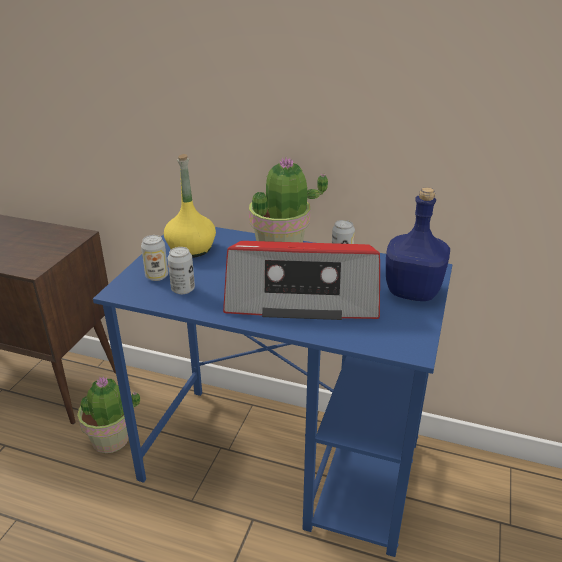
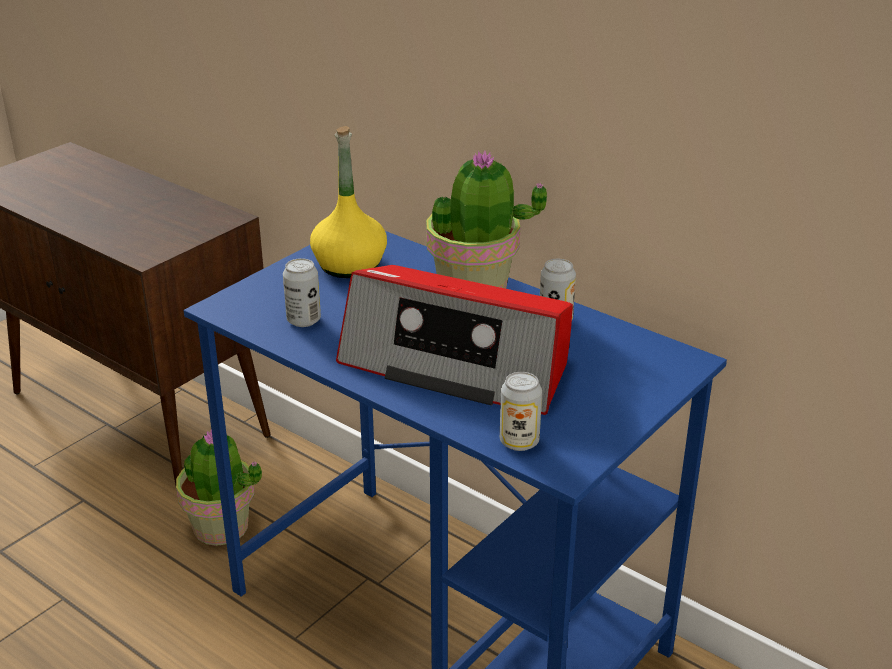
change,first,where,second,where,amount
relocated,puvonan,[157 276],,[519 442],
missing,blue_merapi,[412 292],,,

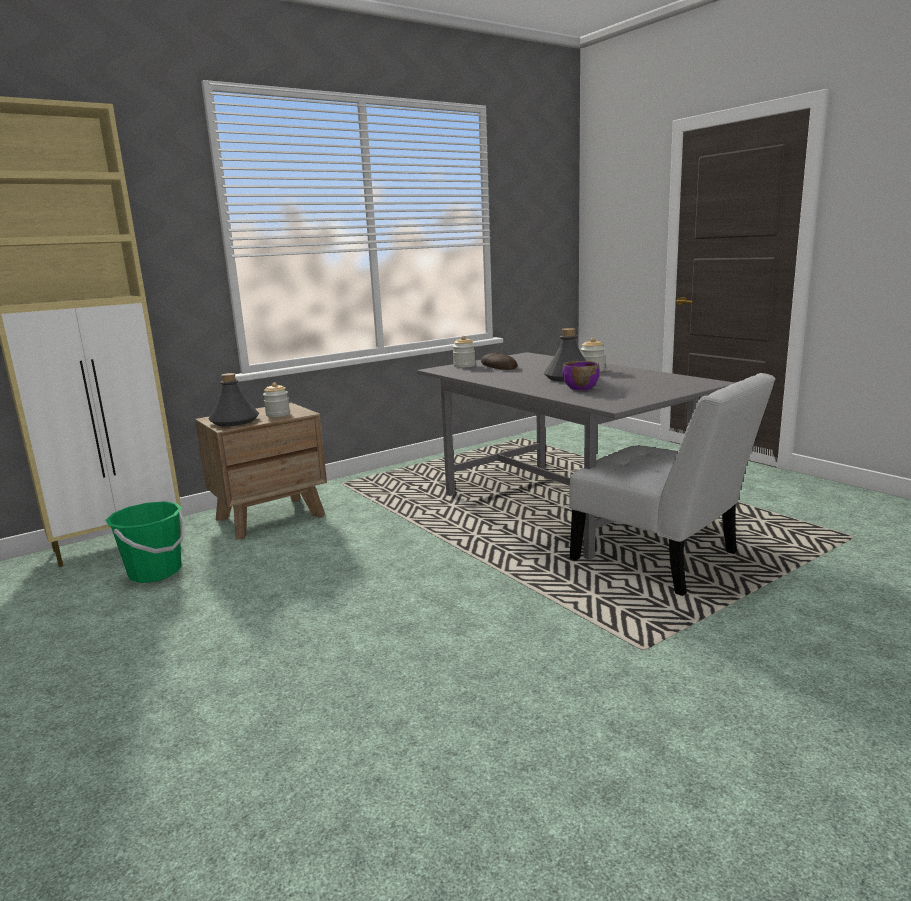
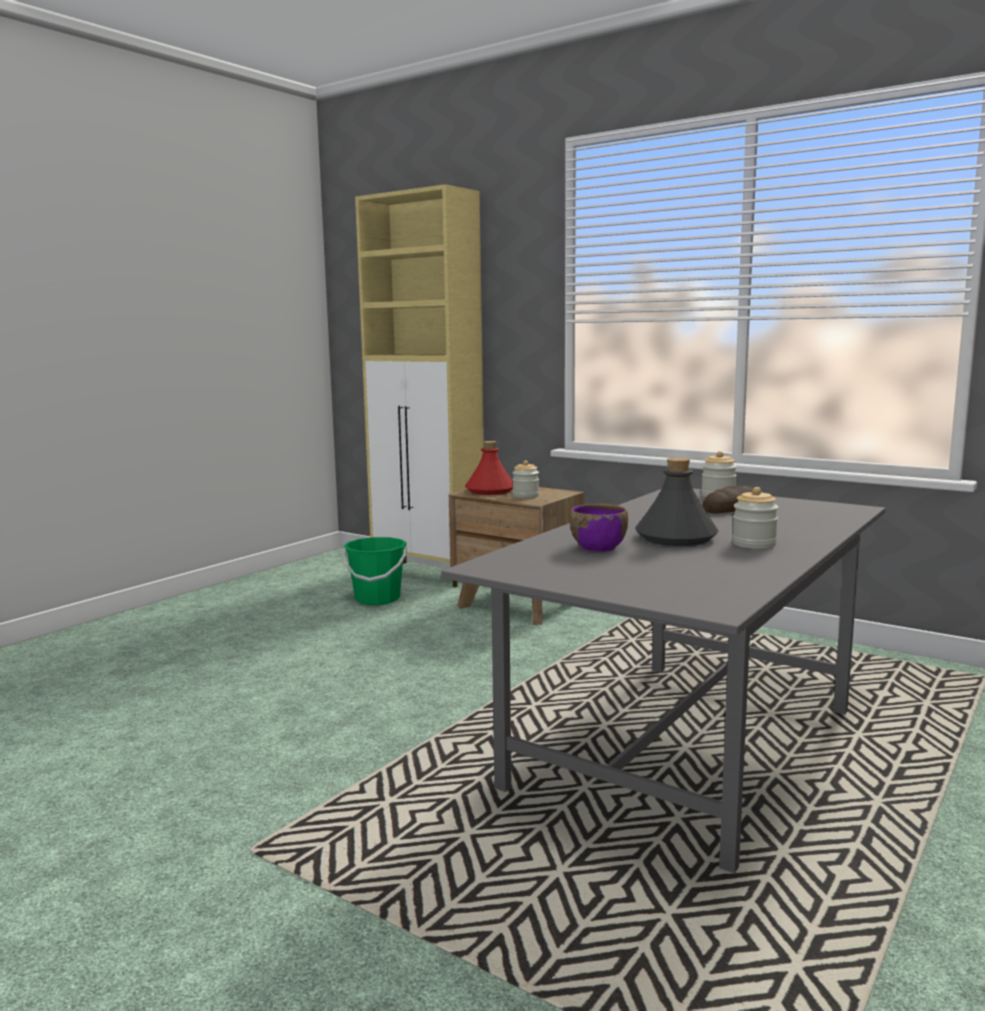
change,first,where,second,where,amount
colour,grey_merapi,[234 421],red_merapi,[490 491],
missing,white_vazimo,[662 559],,,

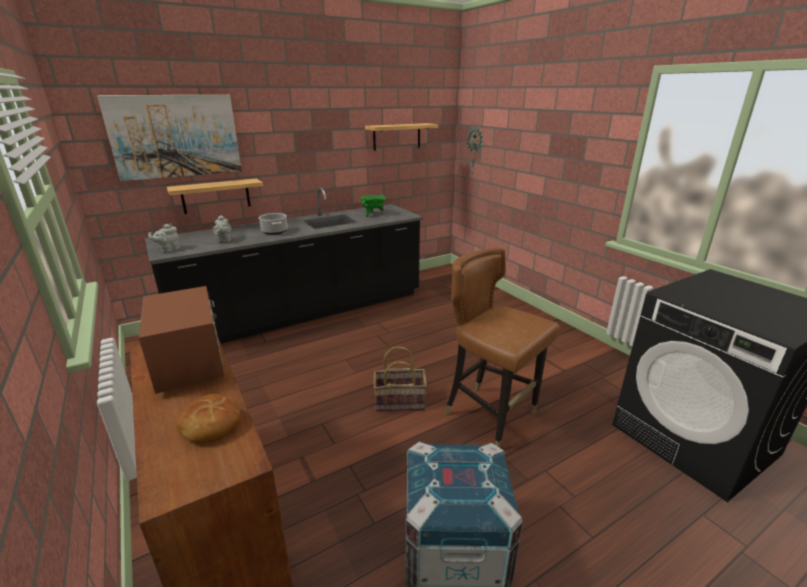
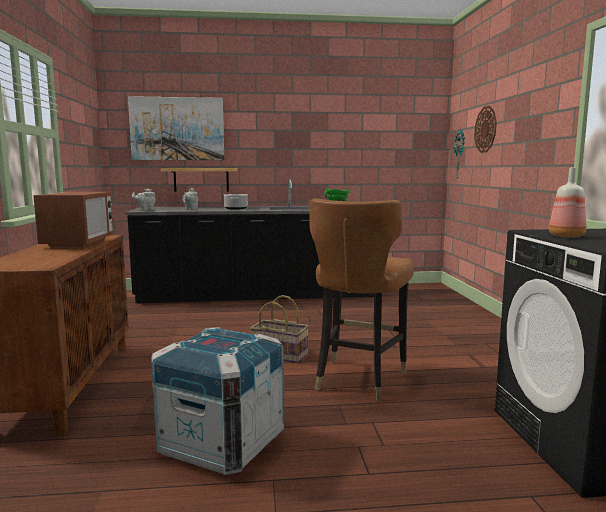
change,first,where,second,where,amount
spun,brown_vazimo,[490 416],,[358 379],135 degrees counterclockwise
appeared,,,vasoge,[485 129],
appeared,,,merapi,[565 236],
missing,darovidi,[210 426],,,
missing,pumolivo,[397 136],,,

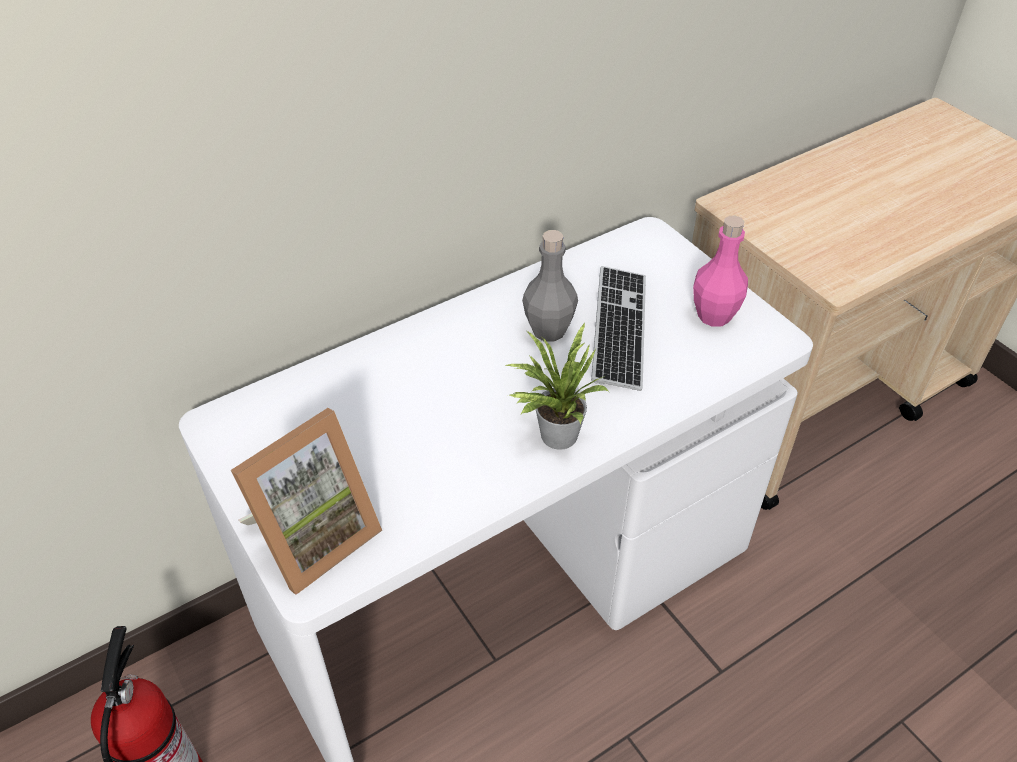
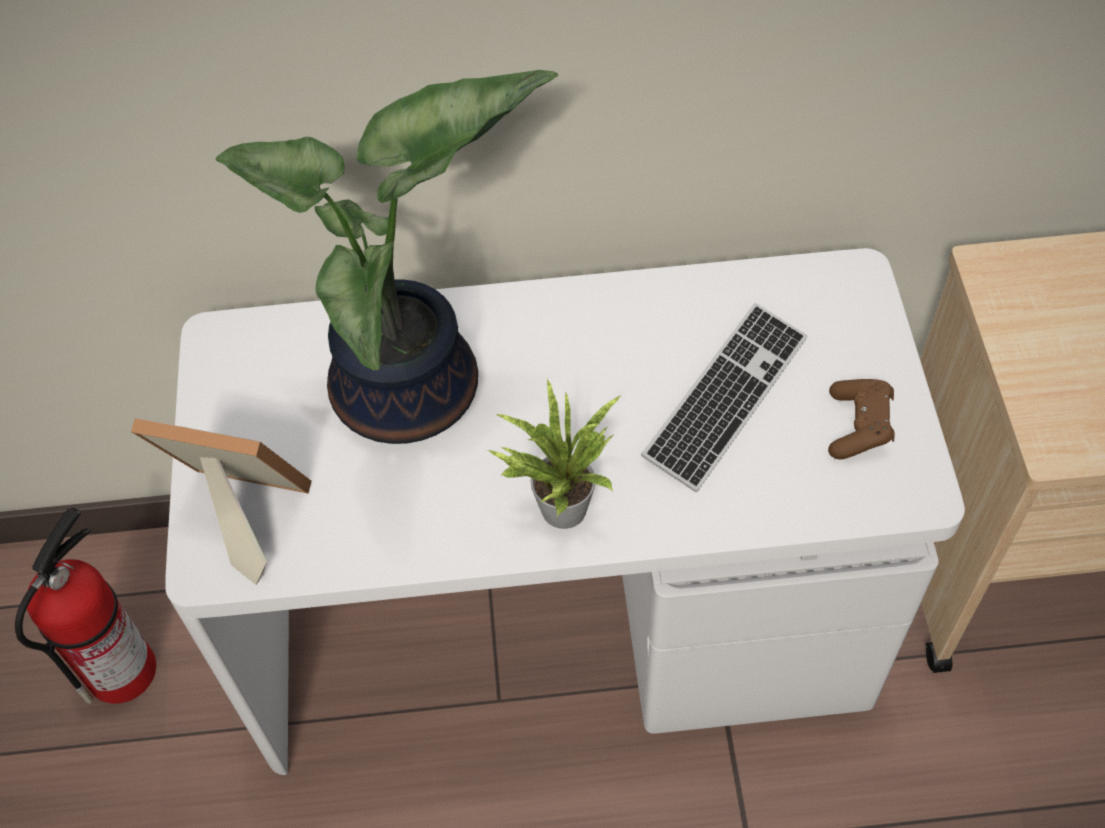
change,first,where,second,where,amount
spun,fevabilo,[313 537],,[239 515],150 degrees counterclockwise
appeared,,,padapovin,[414 395],
exchanged,pink_merapi,[714 315],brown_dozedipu,[859 427],
missing,grey_merapi,[548 330],,,

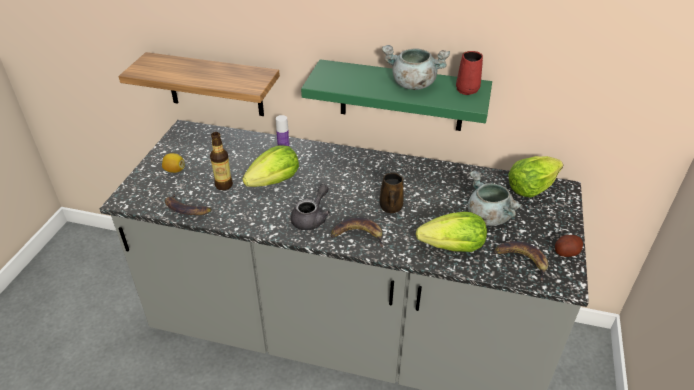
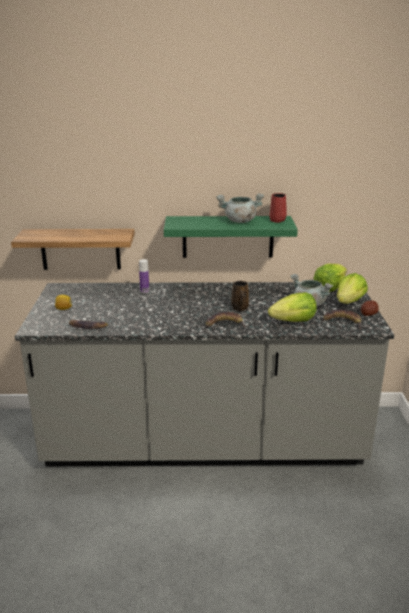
change,first,where,second,where,amount
relocated,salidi,[274 182],,[349 302],
missing,merapi,[224 185],,,
missing,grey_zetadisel,[311 218],,,

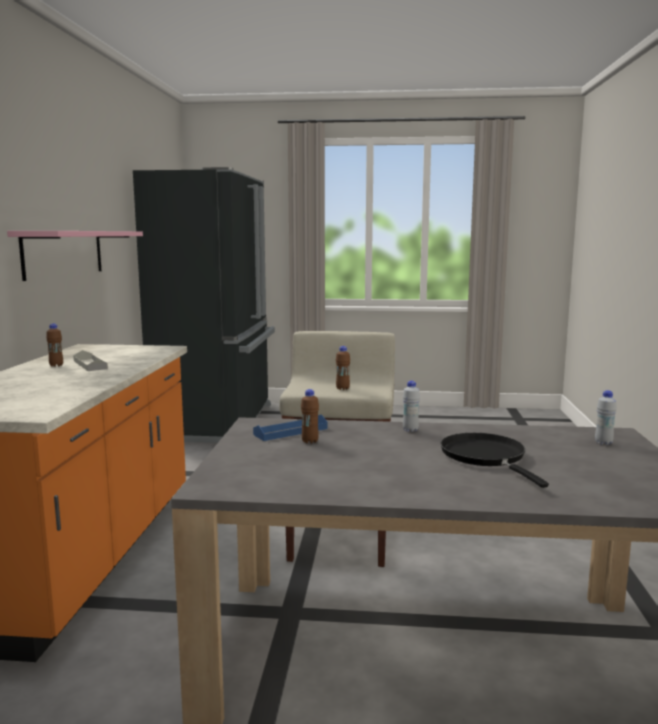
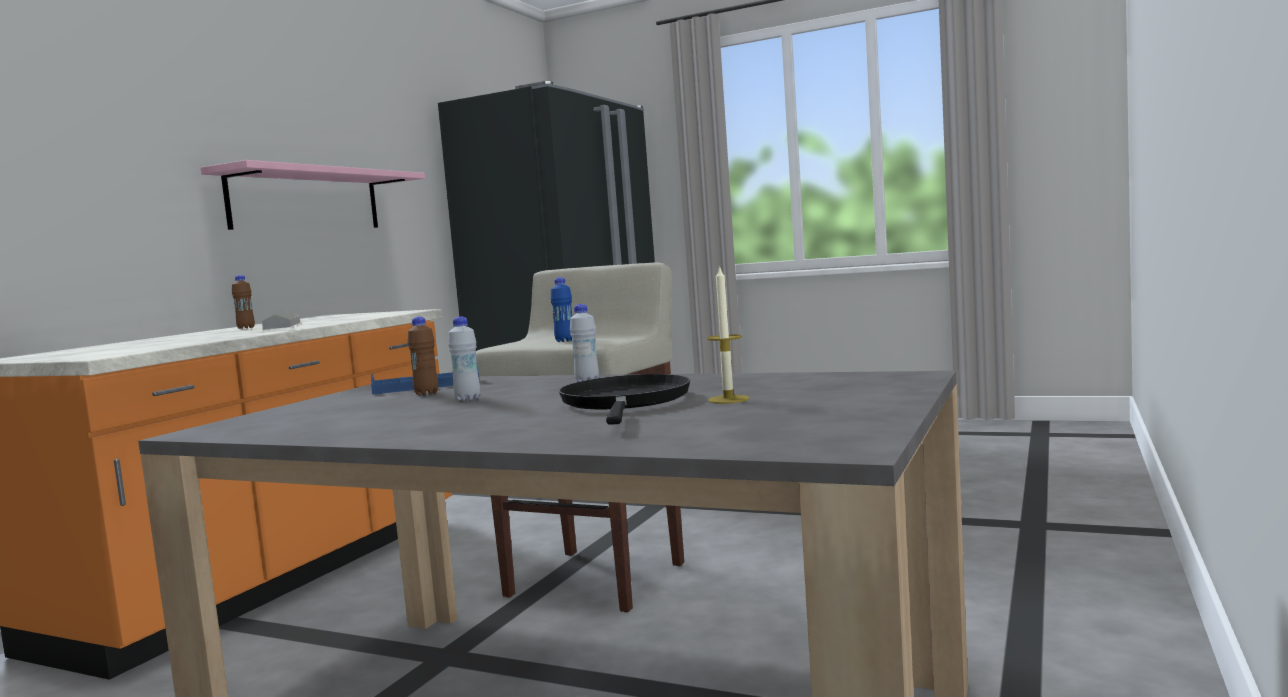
change,first,where,second,where,amount
relocated,white_merapi,[603 443],,[467 399],
colour,brown_merapi,[342 389],blue_merapi,[565 341],
appeared,,,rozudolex,[728 399],

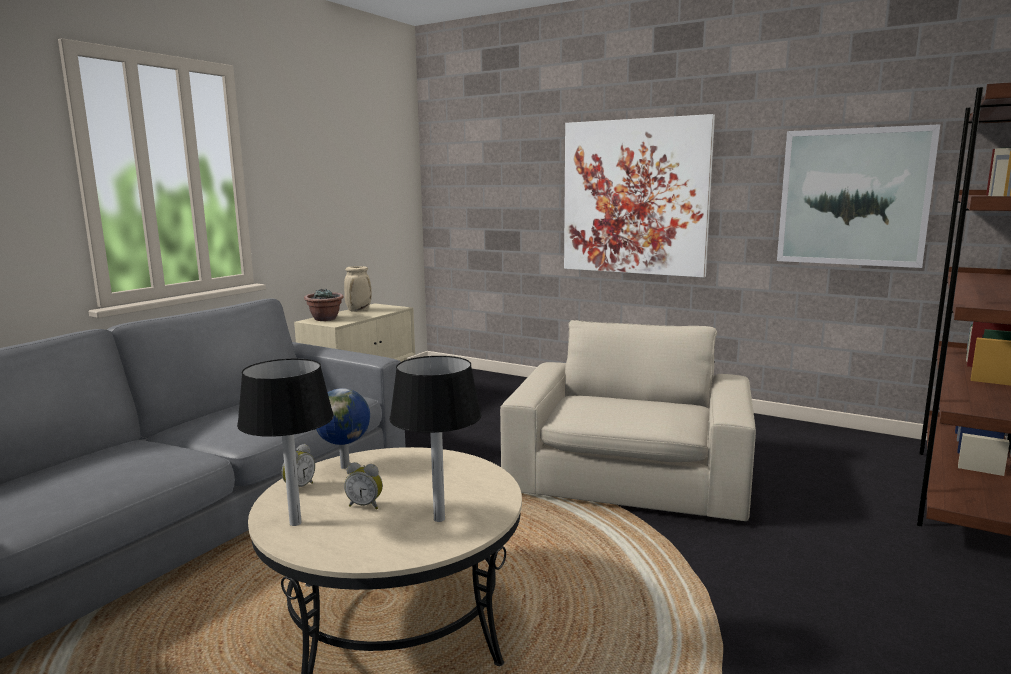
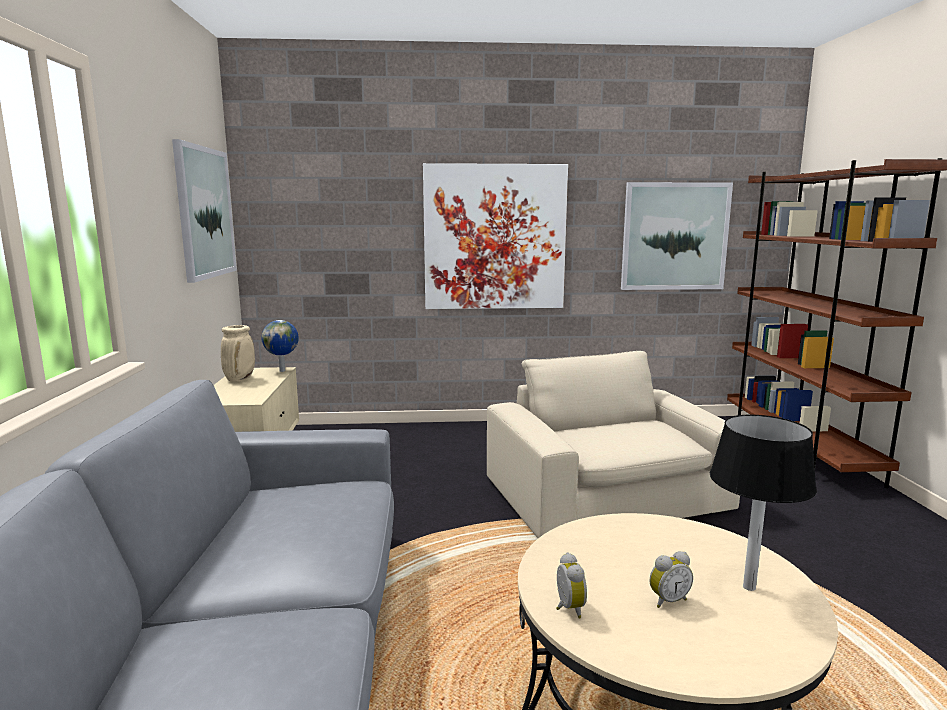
change,first,where,second,where,amount
appeared,,,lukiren,[205 212],
relocated,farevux,[346 466],,[283 370],
missing,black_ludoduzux,[295 523],,,
missing,padapovin,[325 319],,,

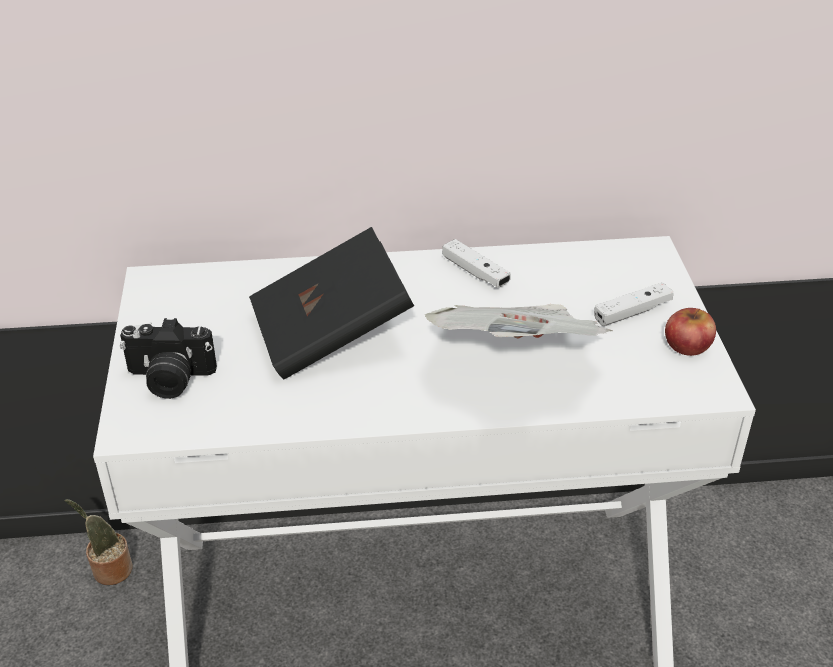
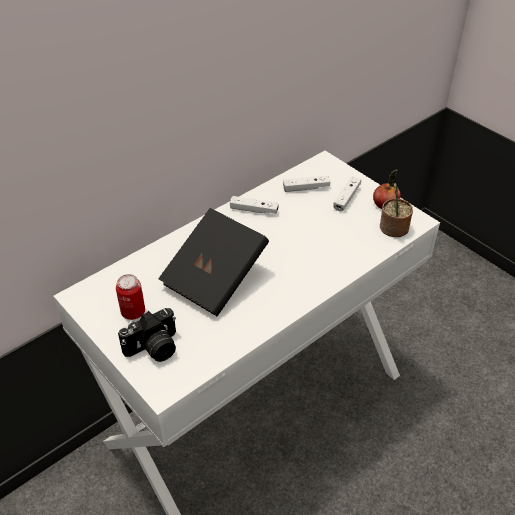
change,first,where,second,where,amount
appeared,,,puvonan,[133 312],
appeared,,,white_dozedipu,[306 188],
relocated,padapovin,[109 570],,[392 228],
missing,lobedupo,[518 358],,,

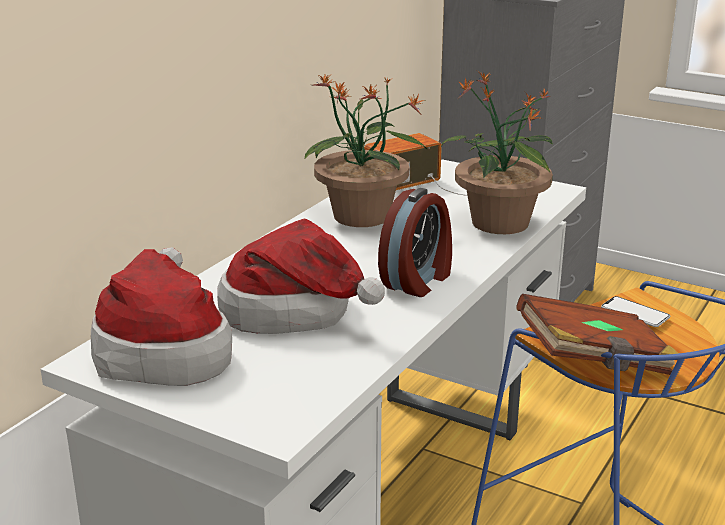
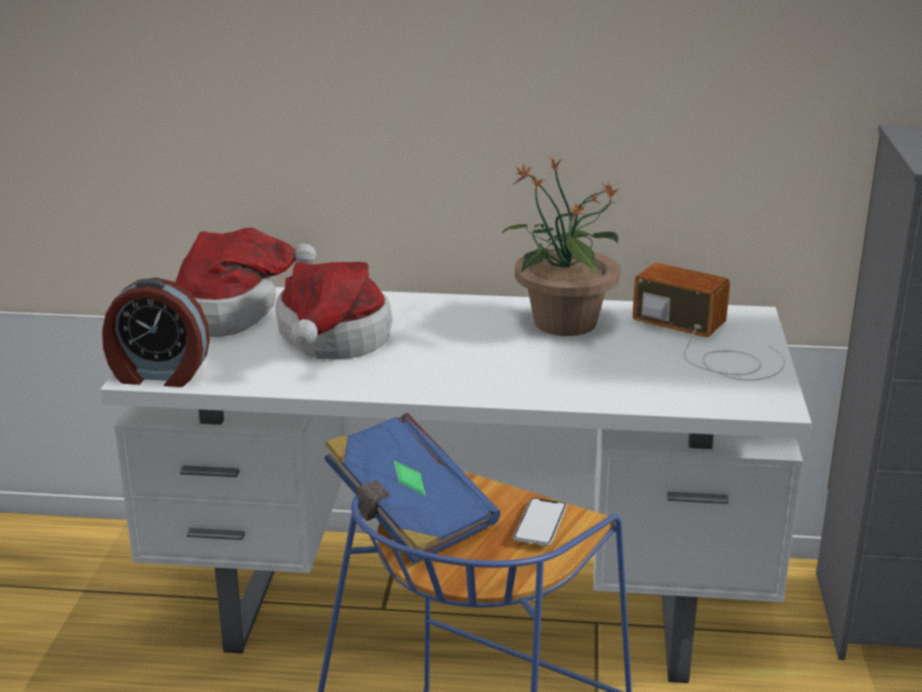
change,first,where,second,where,amount
relocated,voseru,[418 280],,[158 375],
colour,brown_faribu,[595 362],blue_faribu,[408 515],
missing,padapovin,[499 223],,,

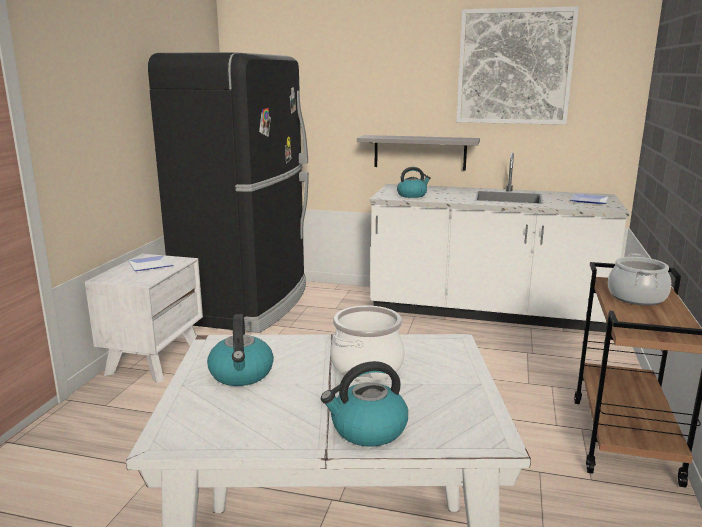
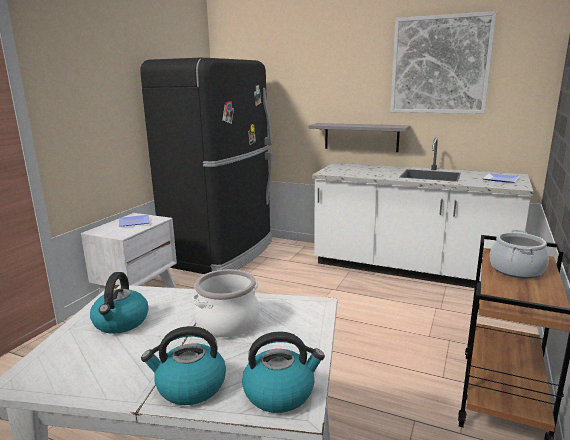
change,first,where,second,where,amount
relocated,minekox,[412 195],,[280 392],

